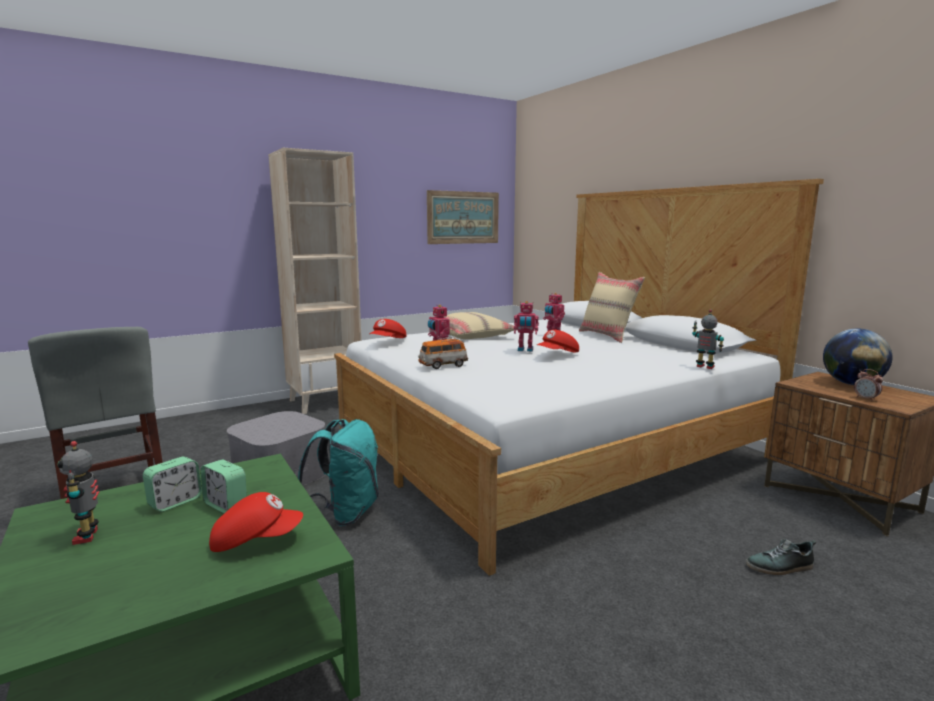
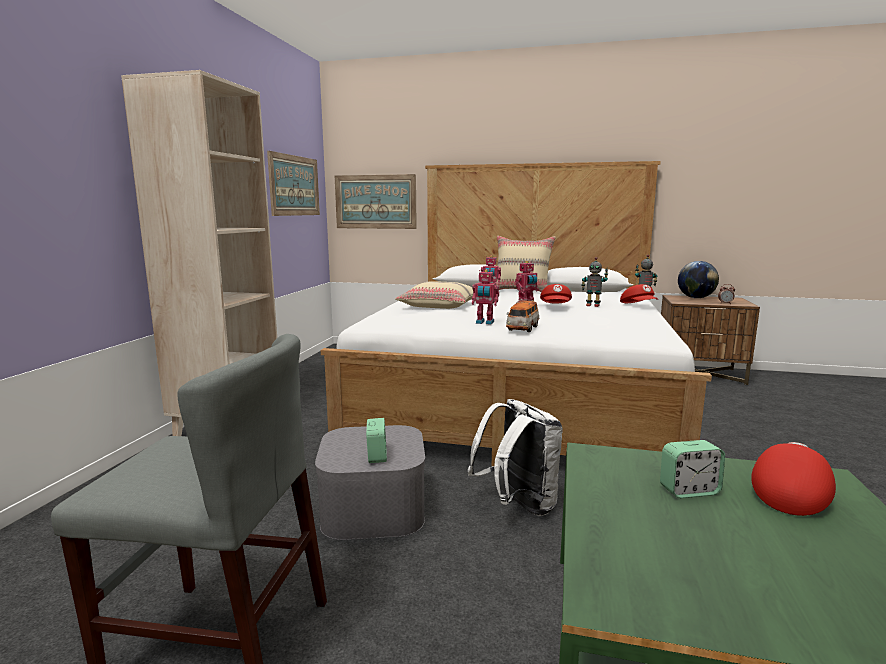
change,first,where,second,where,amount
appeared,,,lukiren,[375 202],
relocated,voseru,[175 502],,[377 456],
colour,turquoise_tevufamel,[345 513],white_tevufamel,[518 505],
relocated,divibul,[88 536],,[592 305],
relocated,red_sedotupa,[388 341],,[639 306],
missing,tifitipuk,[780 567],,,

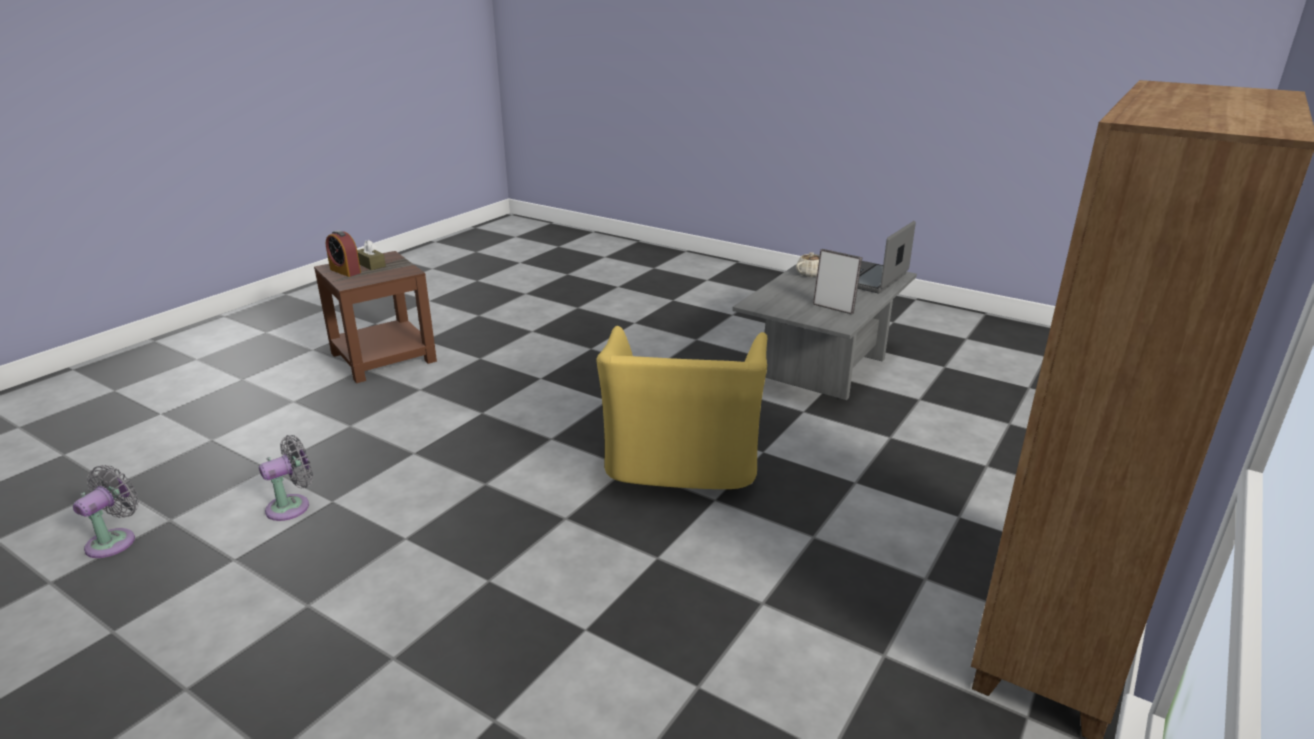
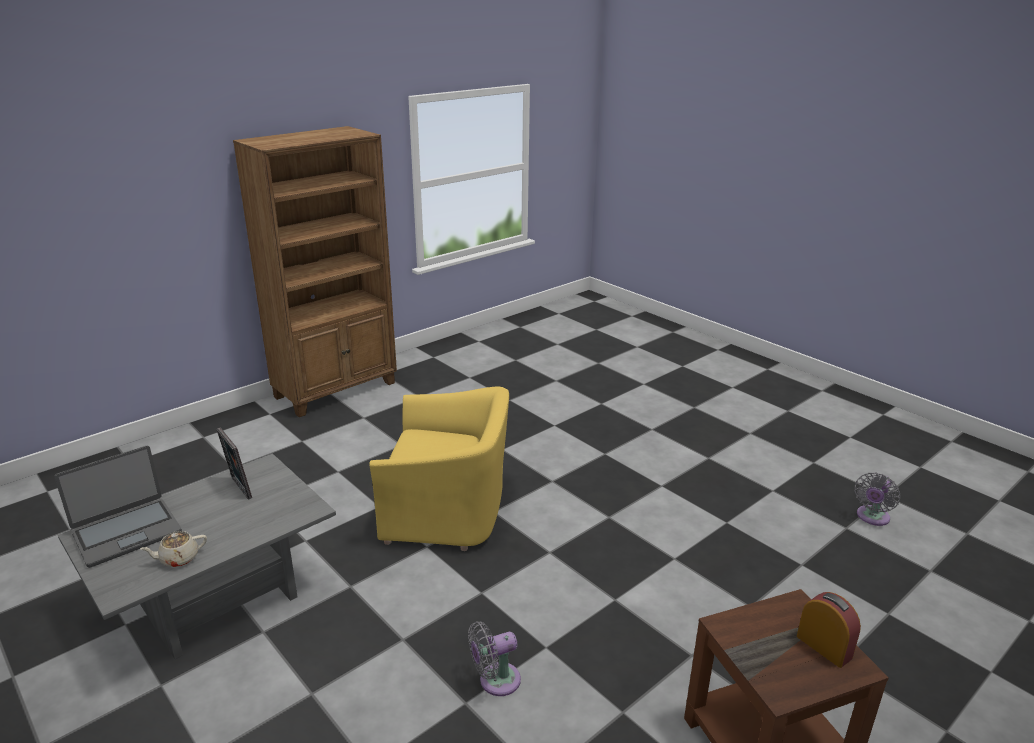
change,first,where,second,where,amount
spun,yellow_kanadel,[682 459],,[447 511],75 degrees clockwise
relocated,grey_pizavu,[292 506],,[495 681],
missing,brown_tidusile,[371 264],,,

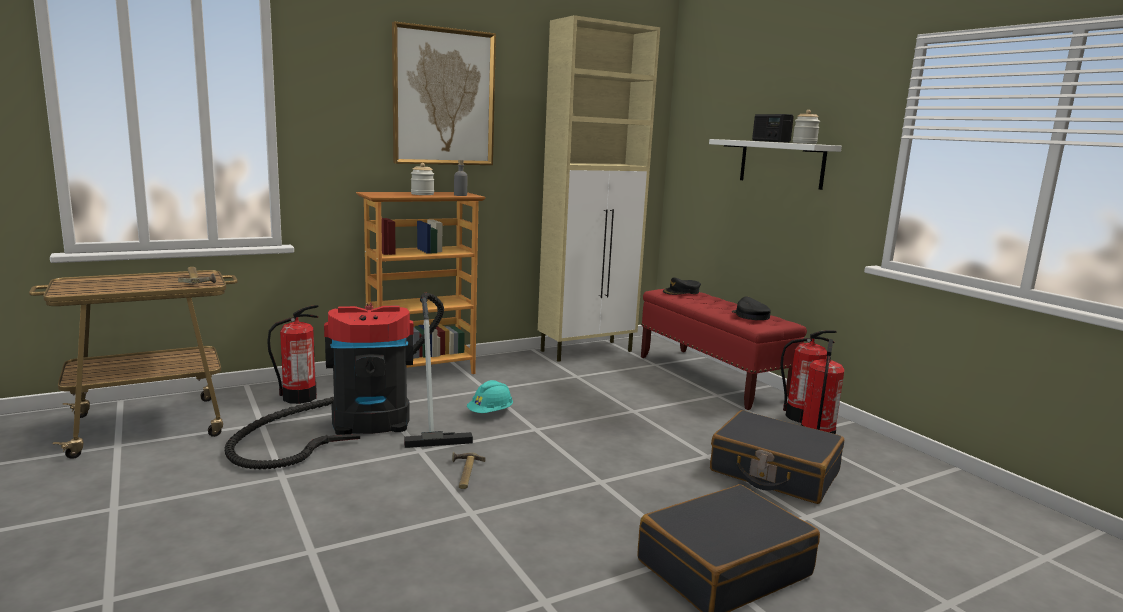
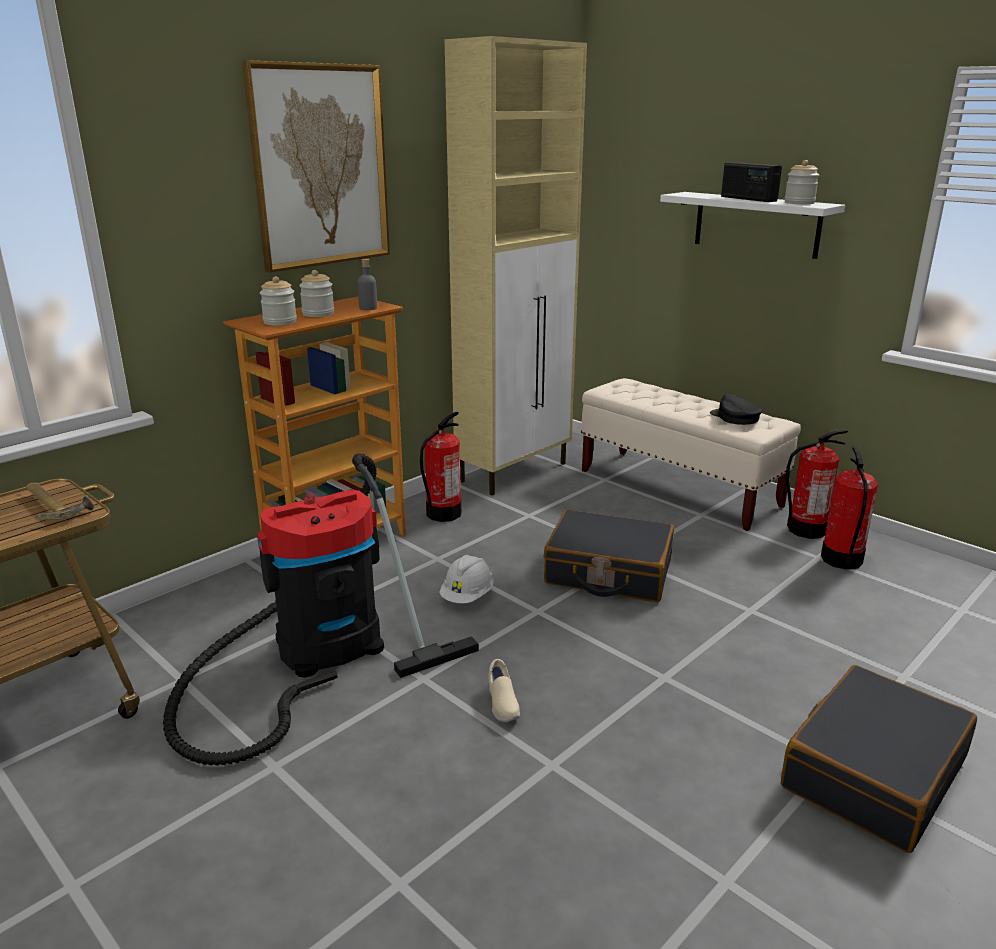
change,first,where,second,where,amount
appeared,,,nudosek,[280 322],
relocated,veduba,[299 397],,[443 513],
colour,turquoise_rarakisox,[490 413],white_rarakisox,[467 596],
exchanged,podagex,[464 474],beige_tifitipuk,[502 704],
relocated,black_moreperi,[774 472],,[608 572],
colour,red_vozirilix,[712 378],beige_vozirilix,[679 489],
missing,black_sedotupa,[681 292],,,

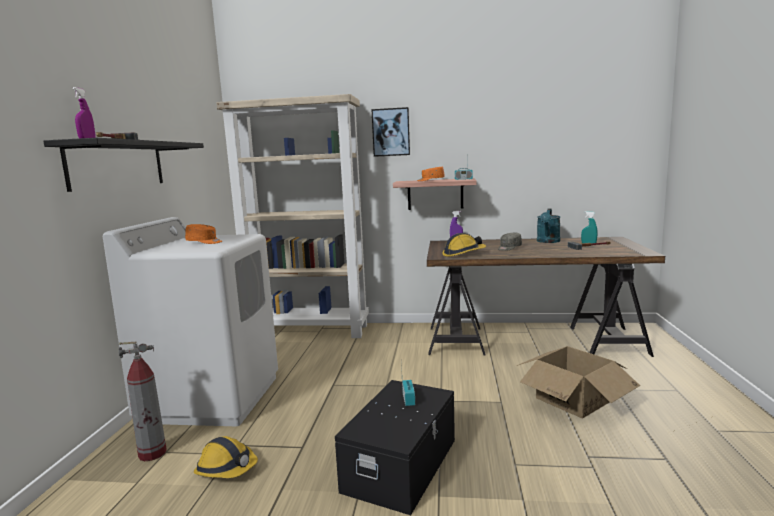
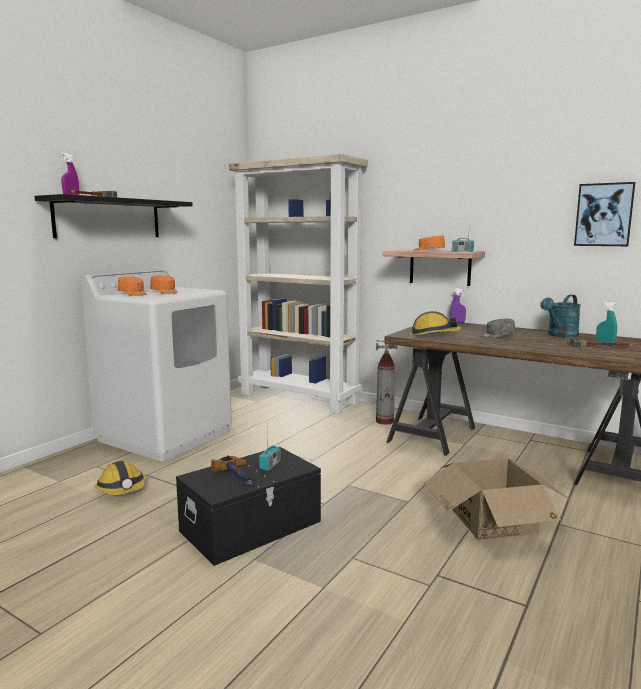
change,first,where,second,where,amount
appeared,,,orange_sedotupa,[133 294],
appeared,,,podagex,[238 479],
relocated,veduba,[153 453],,[385 421],
relocated,lukiren,[391 132],,[604 215],

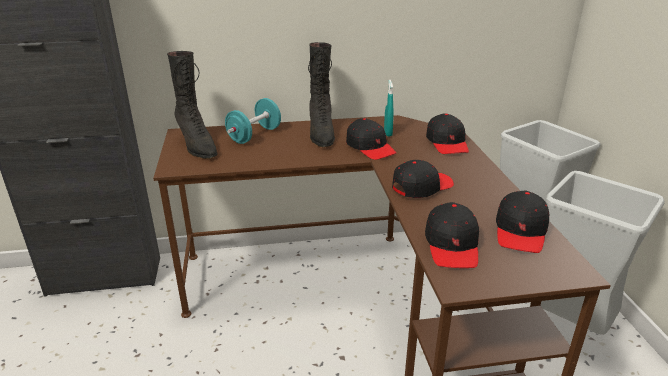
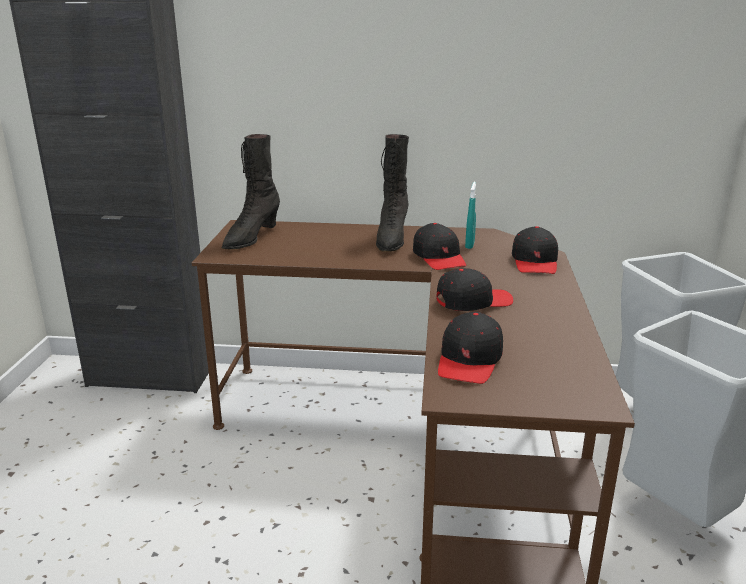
change,first,where,second,where,amount
spun,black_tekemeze,[197 146],,[251 238],45 degrees clockwise
missing,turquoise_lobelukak,[254 135],,,
missing,black_sedotupa,[520 231],,,

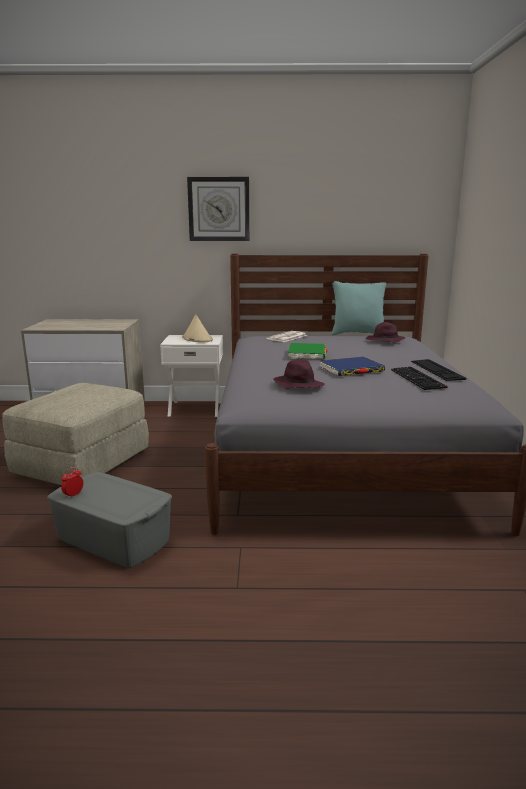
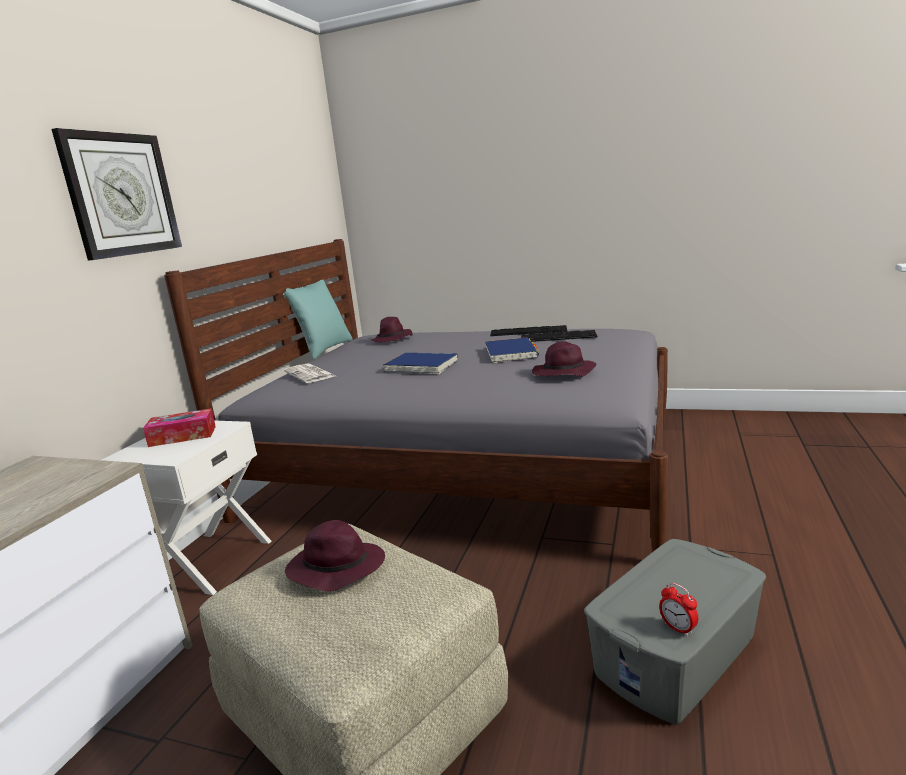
change,first,where,second,where,amount
exchanged,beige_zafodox,[197 339],tidusile,[182 436],
appeared,,,purple_zafodox,[335 569],
colour,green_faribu,[307 354],blue_faribu,[421 366],

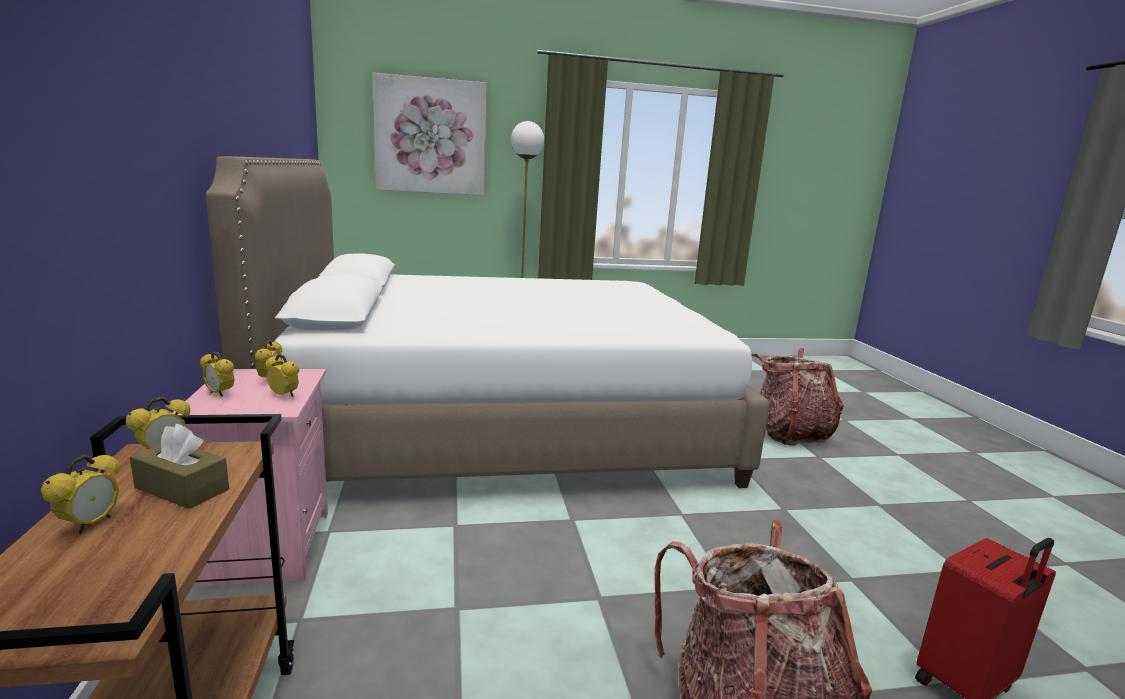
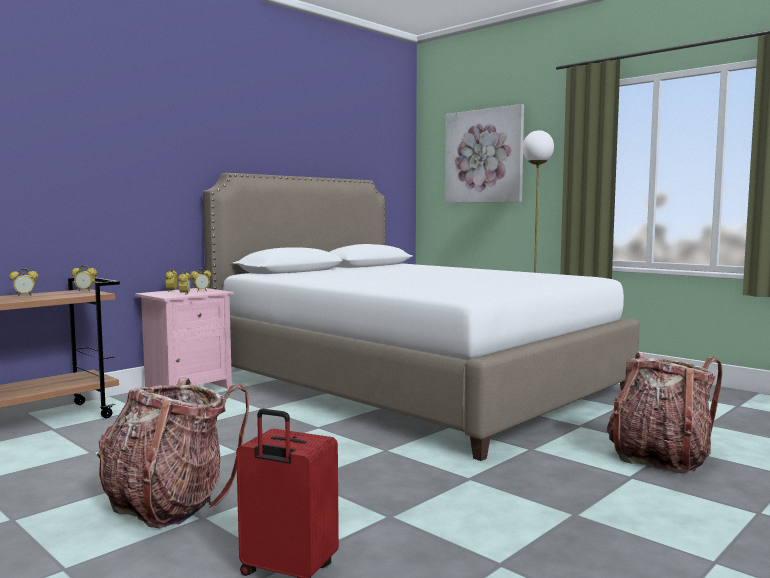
change,first,where,second,where,amount
missing,brown_tidusile,[182 489],,,

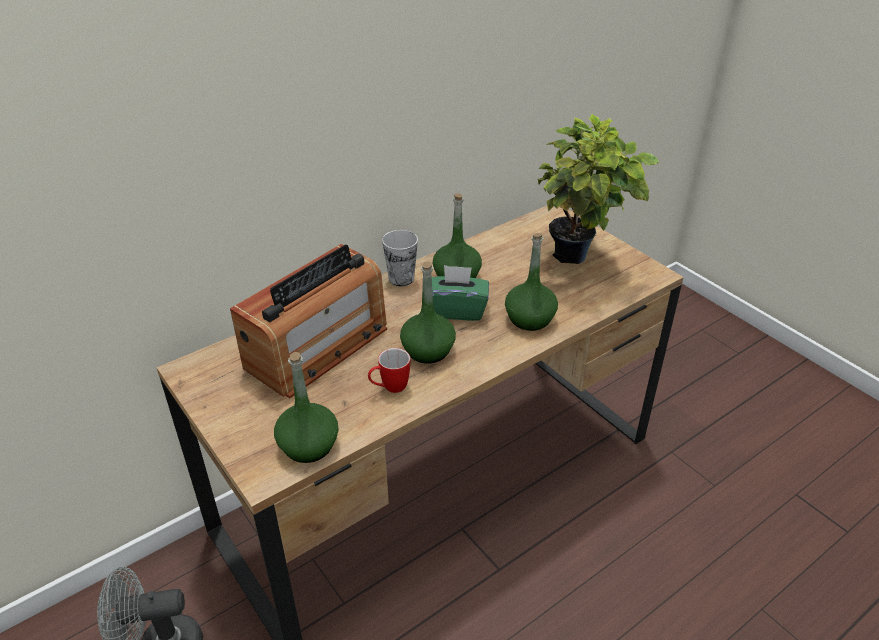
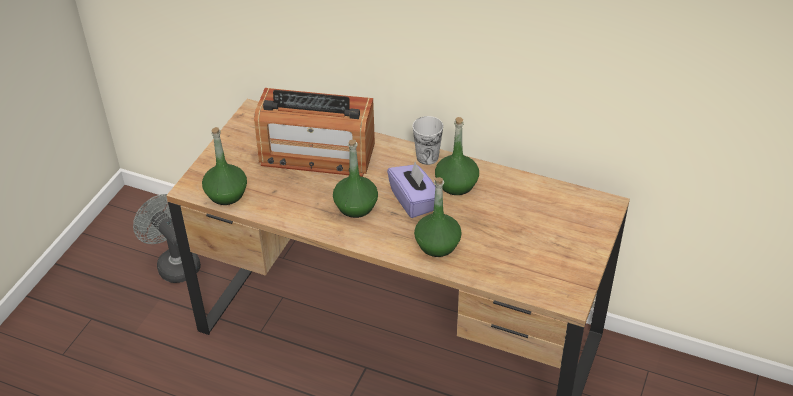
change,first,where,second,where,amount
colour,green_tidusile,[456 310],purple_tidusile,[414 201],
missing,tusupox,[389 388],,,
missing,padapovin,[578 259],,,

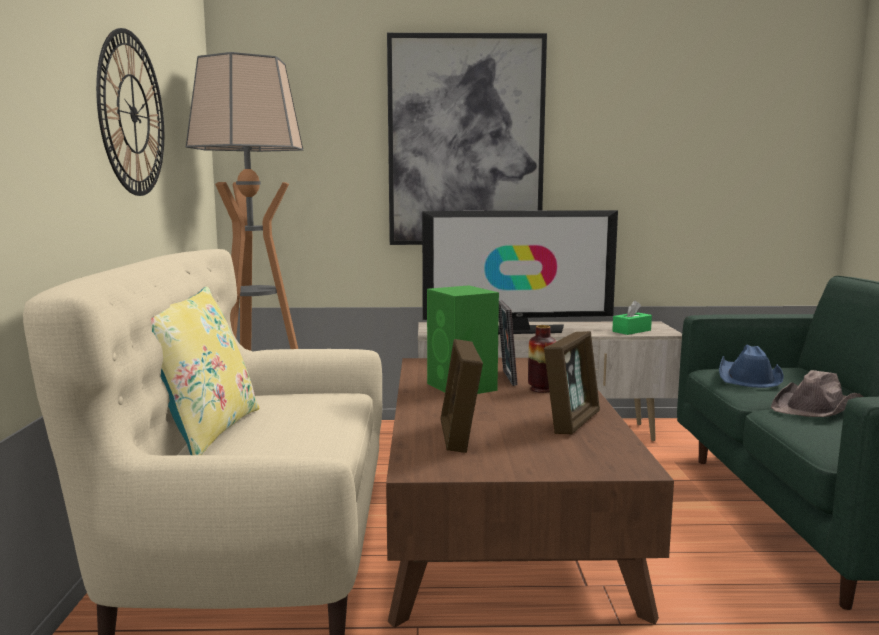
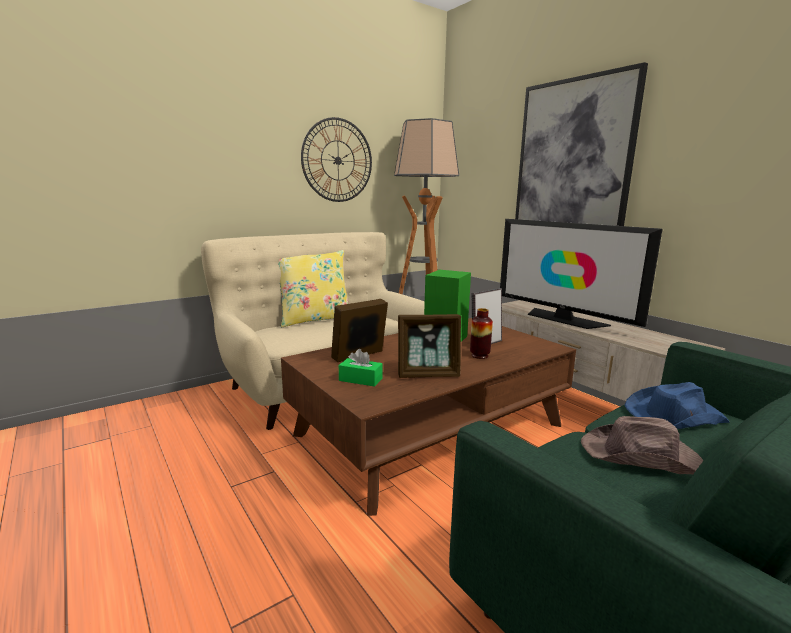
change,first,where,second,where,amount
relocated,green_tidusile,[631 331],,[360 379],

